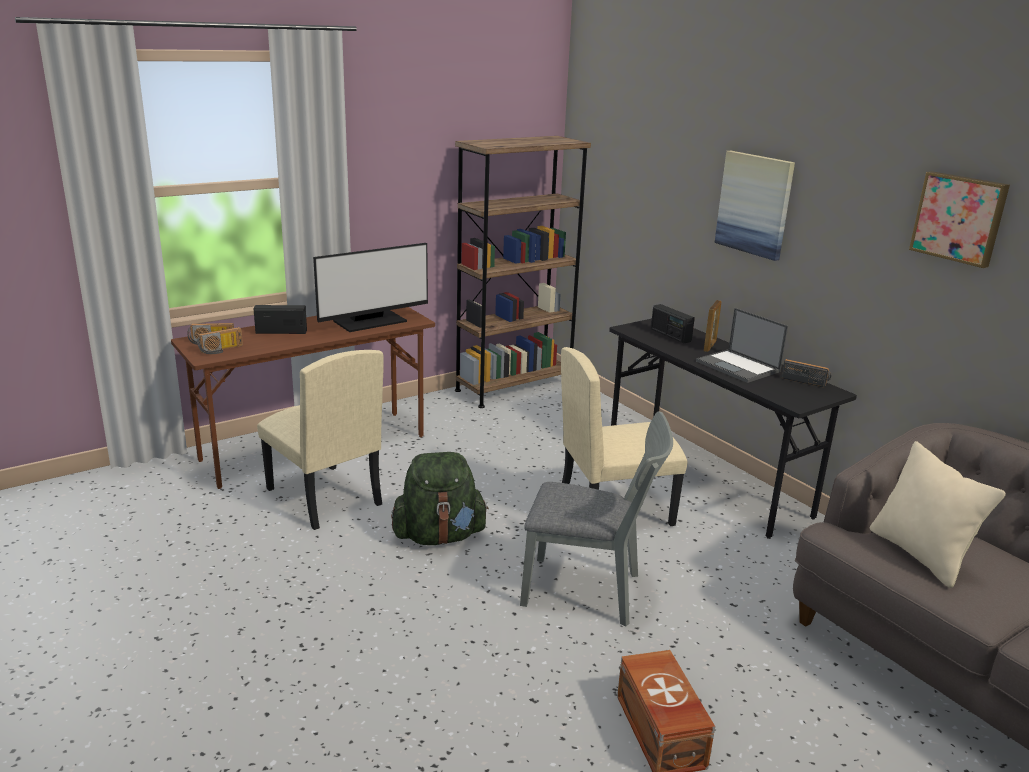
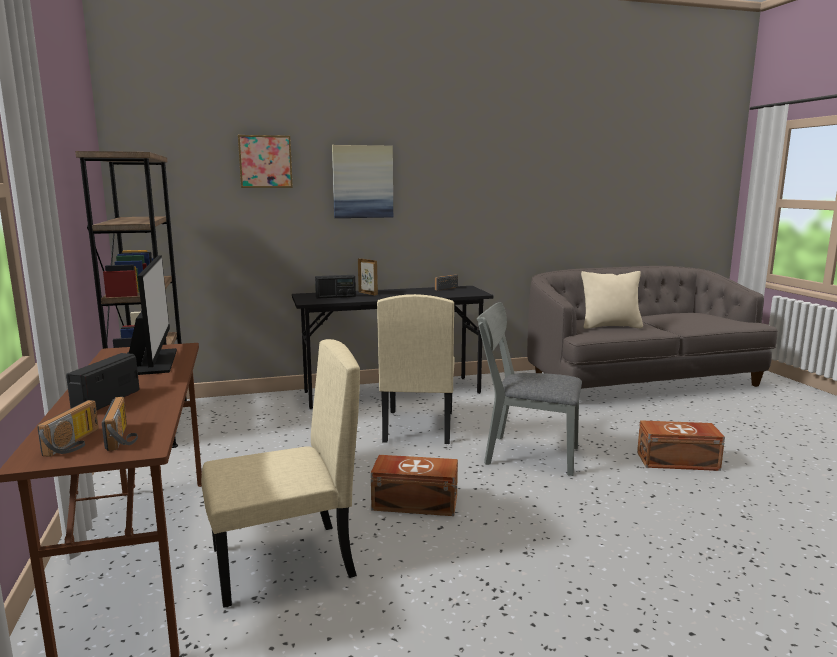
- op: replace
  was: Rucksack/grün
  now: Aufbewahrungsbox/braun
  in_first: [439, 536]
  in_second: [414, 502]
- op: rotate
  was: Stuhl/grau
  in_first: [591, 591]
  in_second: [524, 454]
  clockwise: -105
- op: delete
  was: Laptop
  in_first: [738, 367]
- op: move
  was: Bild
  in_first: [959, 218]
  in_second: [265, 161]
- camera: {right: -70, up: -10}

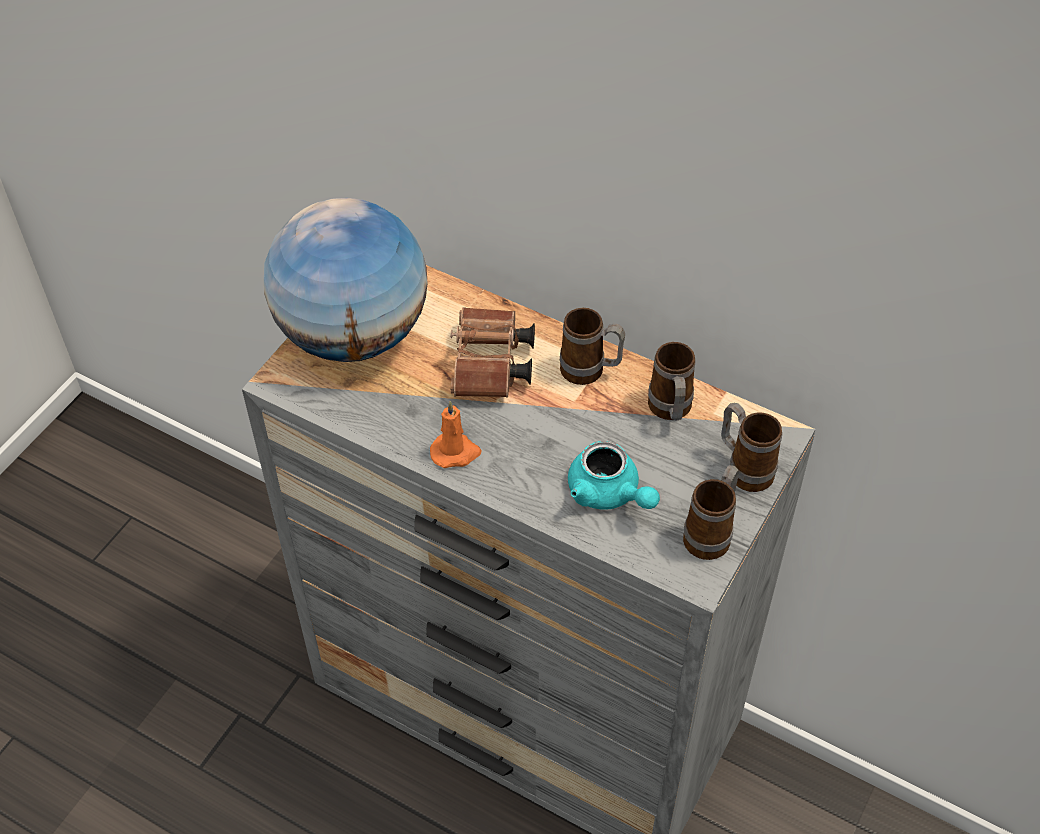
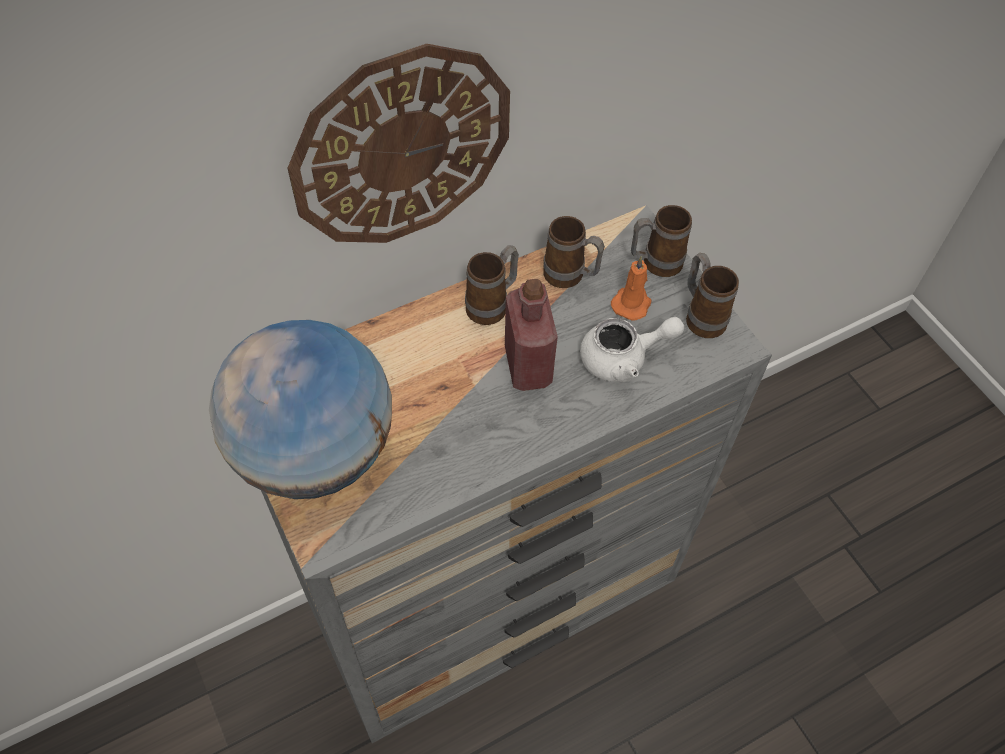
- op: move
  was: Kerze/orange
  in_first: [456, 452]
  in_second: [632, 303]
- op: delete
  was: Fernglas/braun
  in_first: [490, 368]
- op: recolor
  was: Teekanne/türkis
  now: Teekanne/weiß
  in_first: [609, 494]
  in_second: [623, 358]
- op: insert
  now: Wanduhr
  in_second: [402, 148]
- op: insert
  now: Flasche/rot
  in_second: [528, 366]
- camera: {right: -60, up: 5}

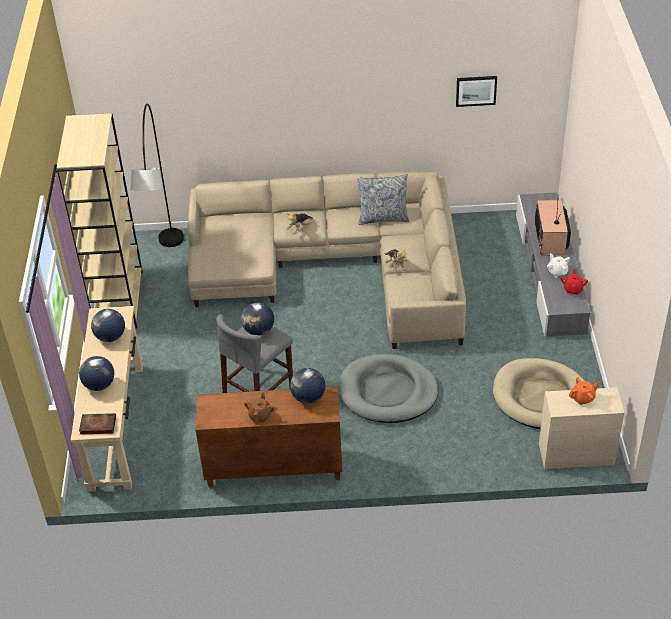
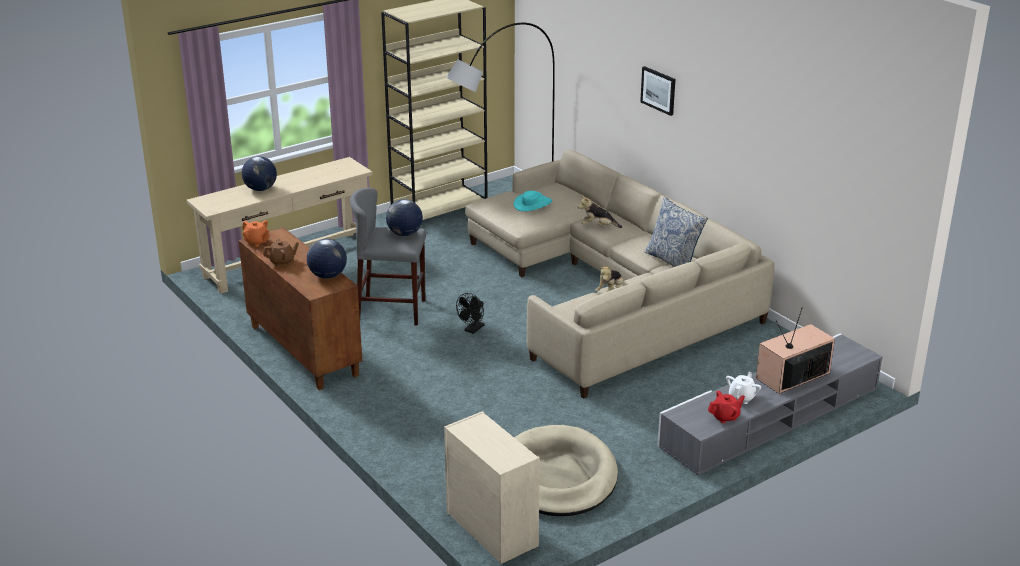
- op: delete
  was: Buch
  in_first: [97, 425]
- op: delete
  was: Globus
  in_first: [110, 337]
- op: delete
  was: Hundebett/grau
  in_first: [388, 392]
- op: move
  was: Bild
  in_first: [476, 90]
  in_second: [658, 90]
- op: move
  was: Teekanne/orange
  in_first: [583, 398]
  in_second: [256, 242]
- op: insert
  now: Ventilator/schwarz
  in_second: [472, 330]
- op: insert
  now: Hut/türkis
  in_second: [533, 204]
- camera: {right: 55, up: -15}

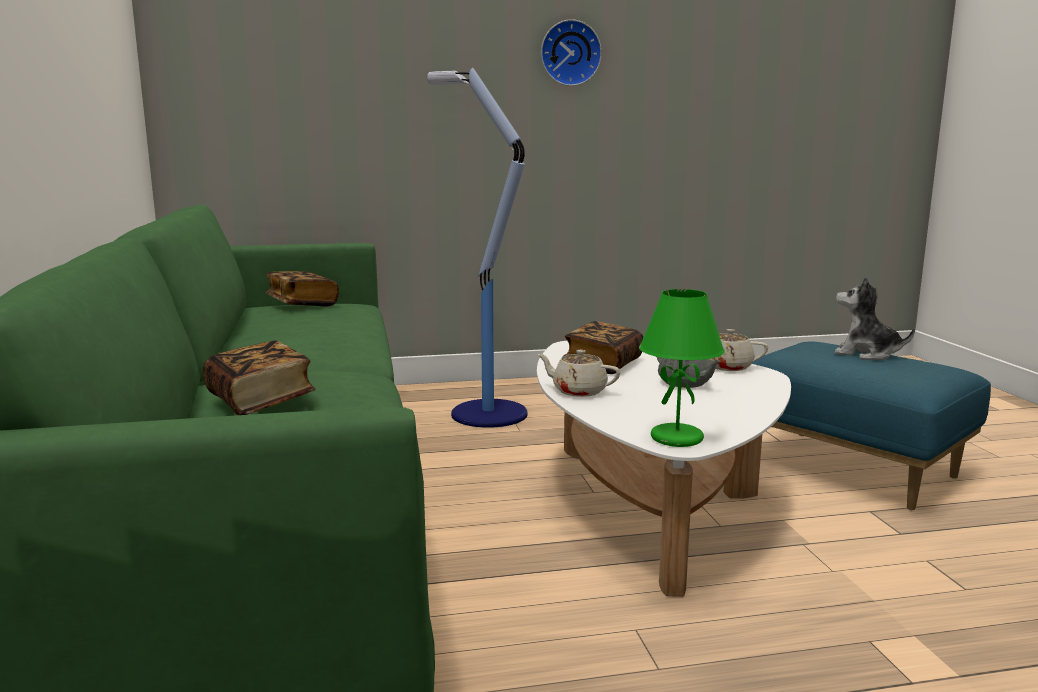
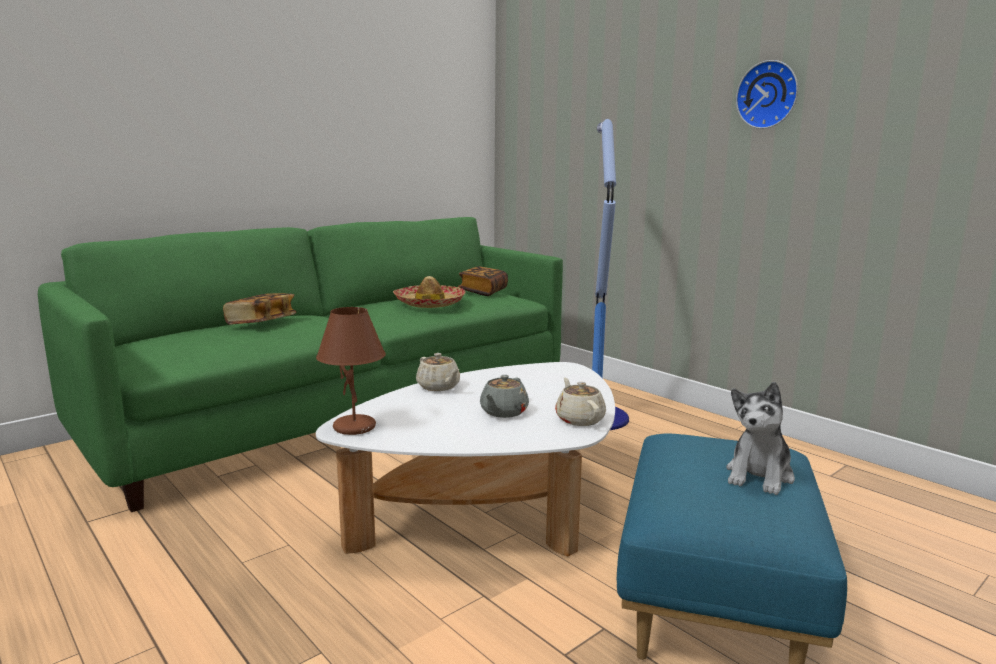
- op: rotate
  was: Teekanne/beige
  in_first: [578, 391]
  in_second: [438, 387]
  clockwise: 150
- op: delete
  was: Buch
  in_first: [603, 364]
- op: recolor
  was: Tischlampe/grün
  now: Tischlampe/braun
  in_first: [677, 438]
  in_second: [355, 427]
- op: rotate
  was: Plüschtier
  in_first: [866, 354]
  in_second: [759, 475]
  clockwise: -150
- op: insert
  now: Hut
  in_second: [429, 304]
- camera: {right: 60, up: 0}

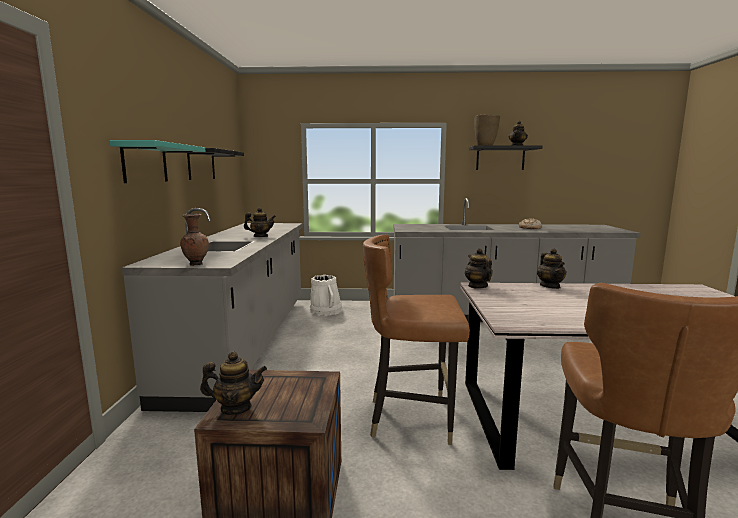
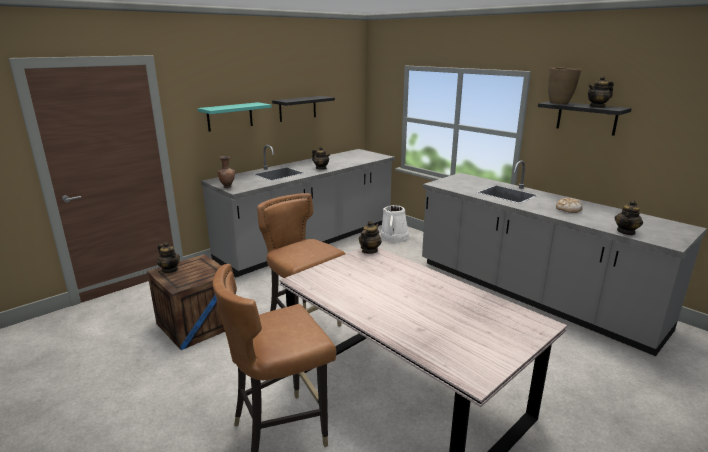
- op: move
  was: Teekanne
  in_first: [550, 286]
  in_second: [626, 232]
- camera: {right: 45, up: 10}

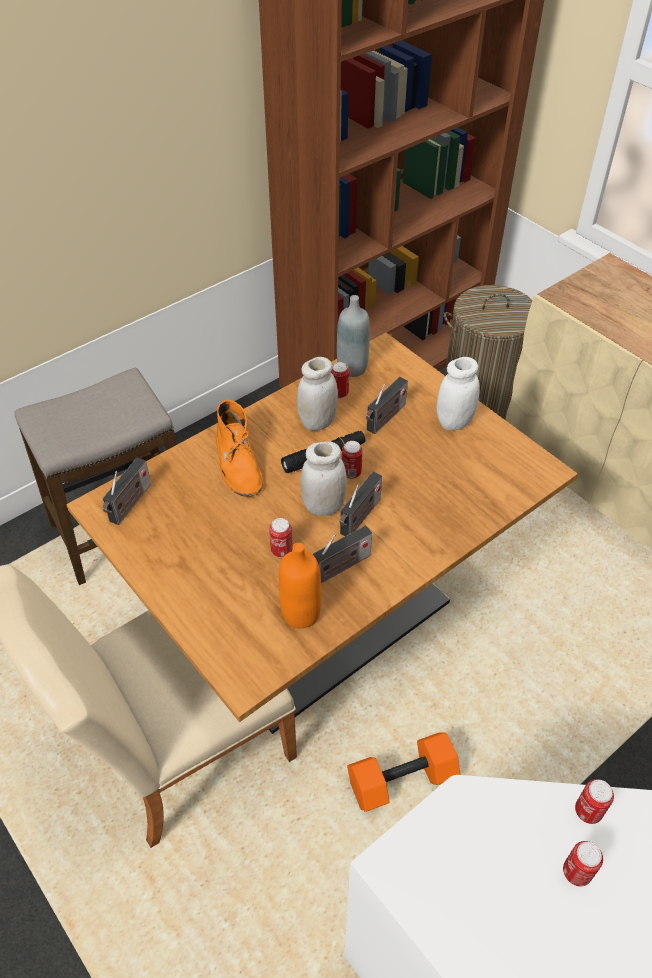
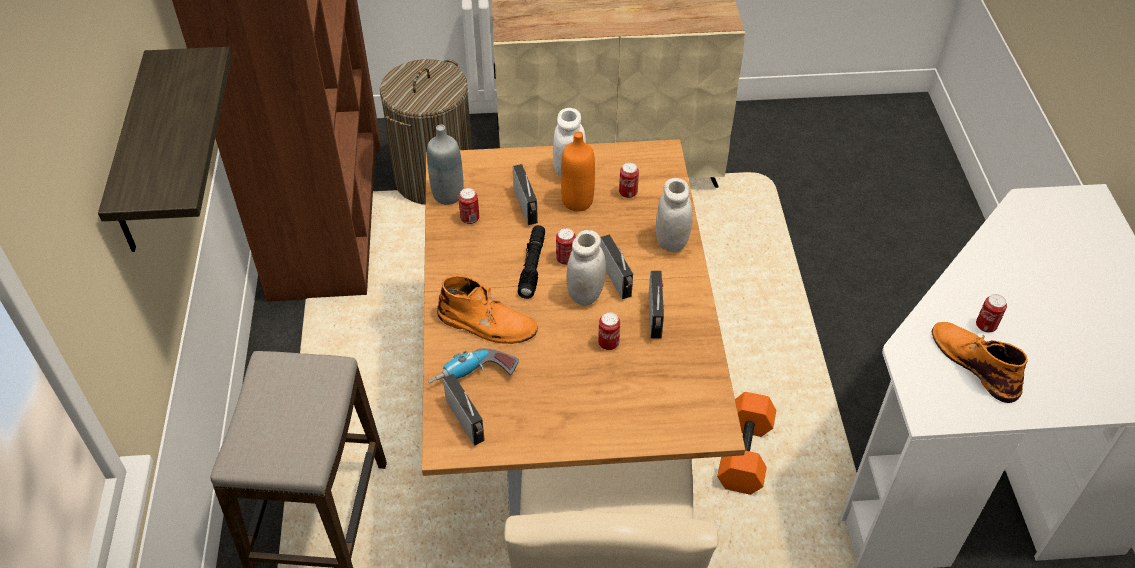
- op: move
  was: Flasche/orange
  in_first: [301, 613]
  in_second: [577, 201]
- op: move
  was: Vorratsglas/weiß
  in_first: [317, 422]
  in_second: [671, 242]
- op: move
  was: Dose
  in_first: [588, 811]
  in_second: [628, 193]
- op: insert
  now: Wandregal
  in_second: [135, 158]
- op: insert
  now: Bohrmaschine
  in_second: [474, 377]
- op: insert
  now: Stiefel/orange
  in_second: [974, 363]
- camera: {right: -55, up: 0}

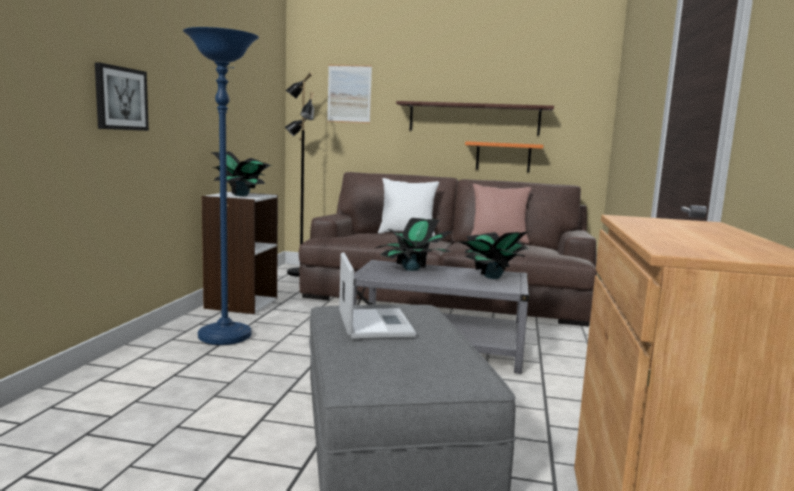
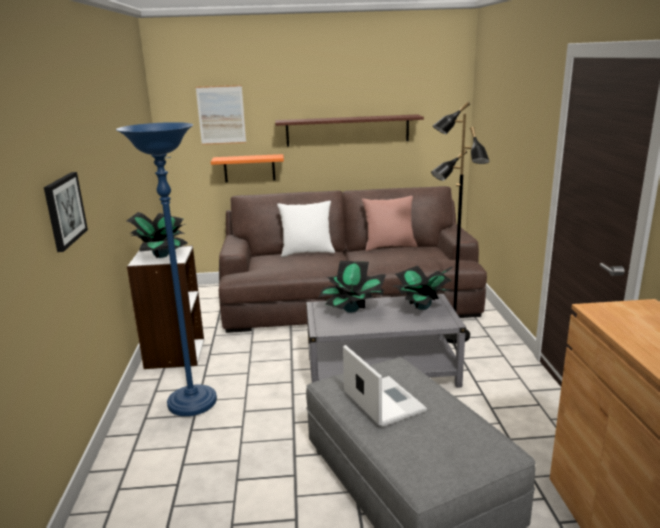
- op: move
  was: Stehlampe/schwarz
  in_first: [300, 273]
  in_second: [452, 336]
- op: move
  was: Wandregal/orange
  in_first: [503, 157]
  in_second: [249, 168]
- camera: {right: -15, up: 10}

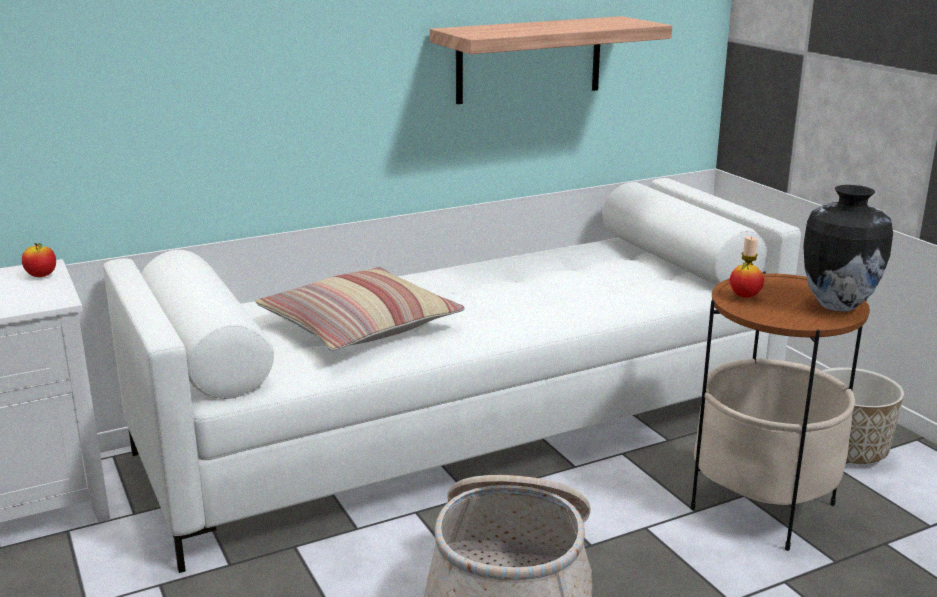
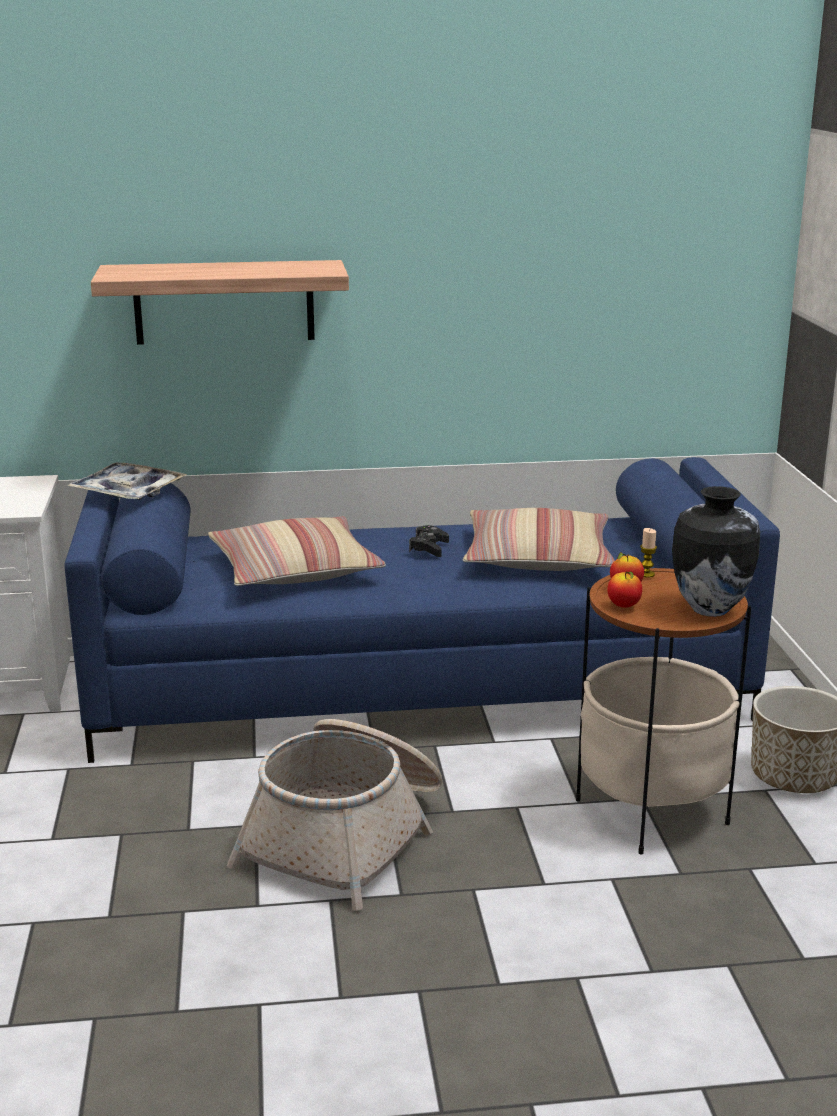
- op: move
  was: Apfel
  in_first: [41, 276]
  in_second: [624, 606]
- op: recolor
  was: Sofa/weiß
  now: Sofa/blau
  in_first: [469, 426]
  in_second: [420, 688]
- op: move
  was: Wandregal
  in_first: [529, 59]
  in_second: [224, 302]
- op: insert
  now: Tablett
  in_second: [128, 492]
- op: insert
  now: Gamepad/schwarz
  in_second: [429, 548]
- op: insert
  now: Kissen
  in_second: [538, 558]
- camera: {right: 20, up: 0}

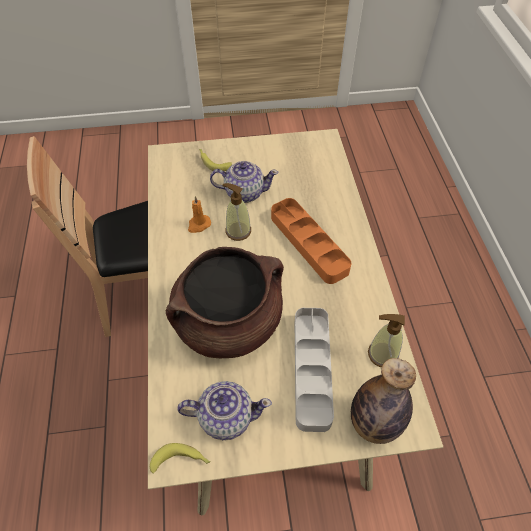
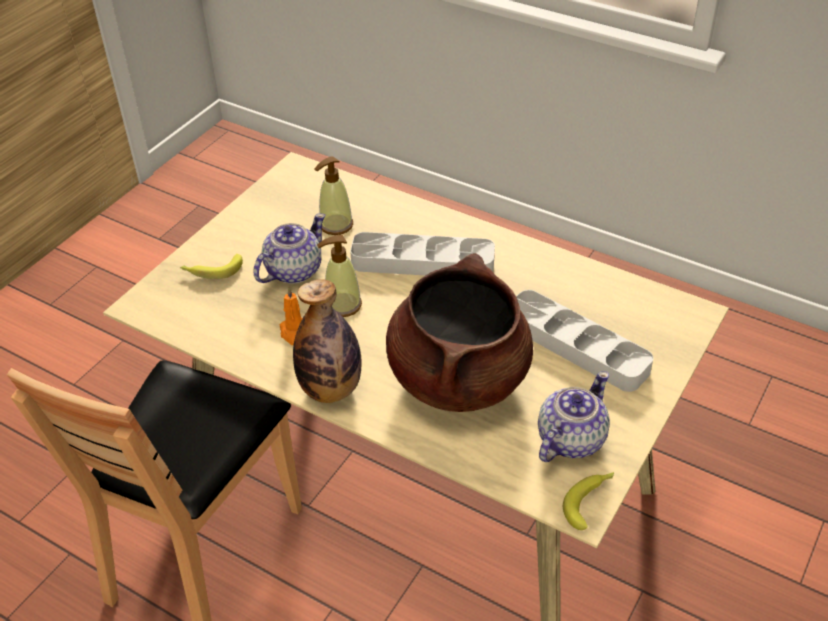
- op: recolor
  was: Tablett/orange
  now: Tablett/grau
  in_first: [308, 243]
  in_second: [422, 262]
- op: move
  was: Flasche
  in_first: [374, 423]
  in_second: [331, 389]
- op: move
  was: Seifenspender
  in_first: [382, 354]
  in_second: [336, 225]
- camera: {right: -50, up: -10}

